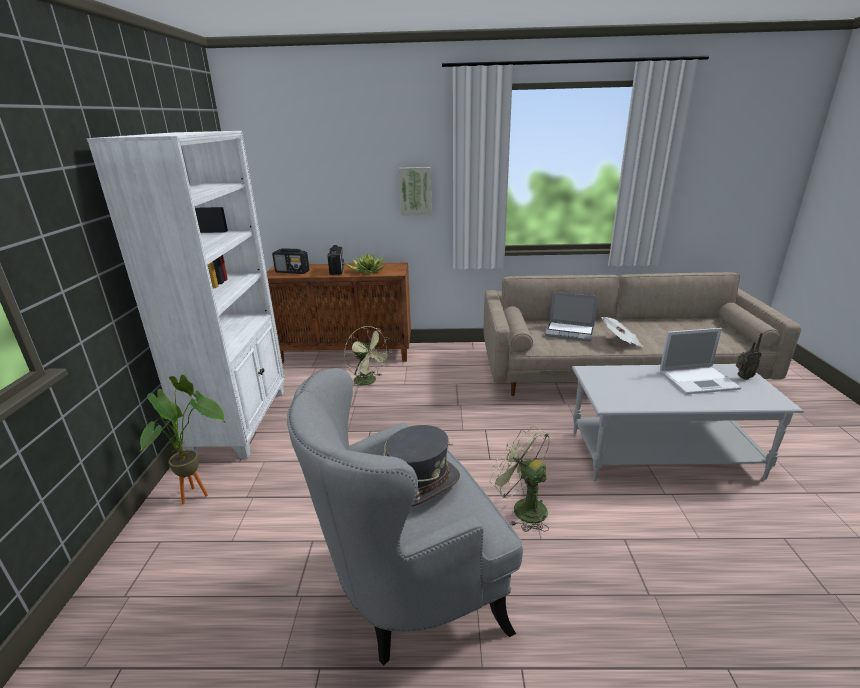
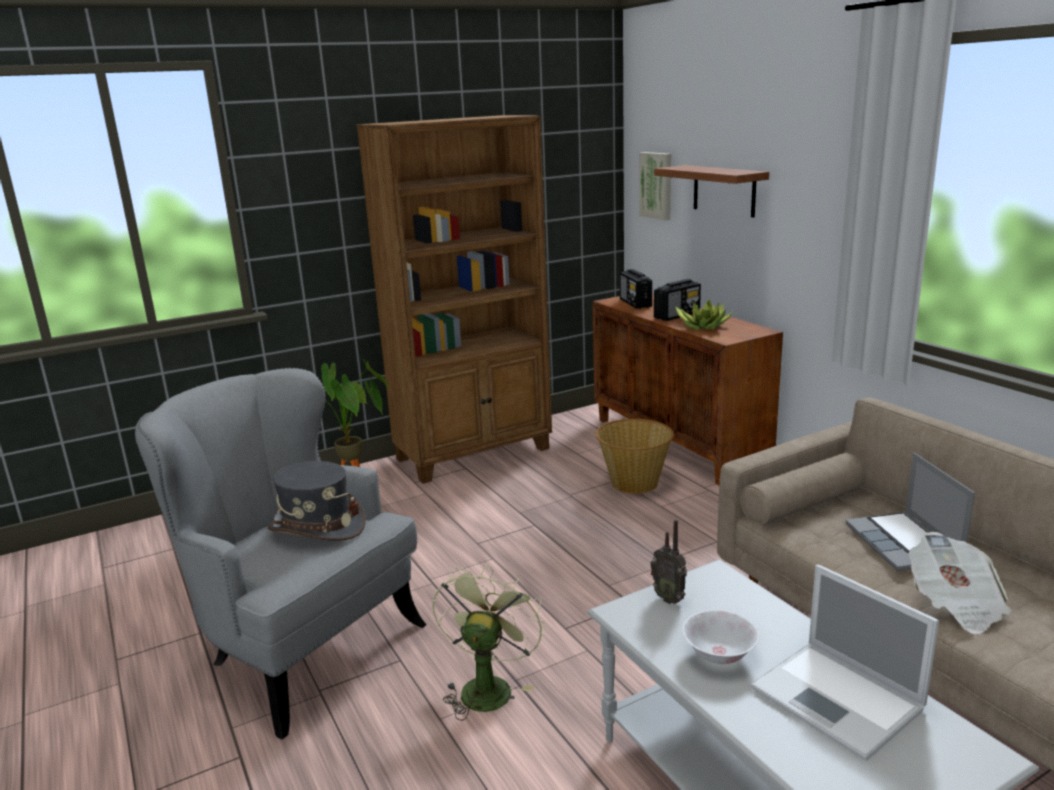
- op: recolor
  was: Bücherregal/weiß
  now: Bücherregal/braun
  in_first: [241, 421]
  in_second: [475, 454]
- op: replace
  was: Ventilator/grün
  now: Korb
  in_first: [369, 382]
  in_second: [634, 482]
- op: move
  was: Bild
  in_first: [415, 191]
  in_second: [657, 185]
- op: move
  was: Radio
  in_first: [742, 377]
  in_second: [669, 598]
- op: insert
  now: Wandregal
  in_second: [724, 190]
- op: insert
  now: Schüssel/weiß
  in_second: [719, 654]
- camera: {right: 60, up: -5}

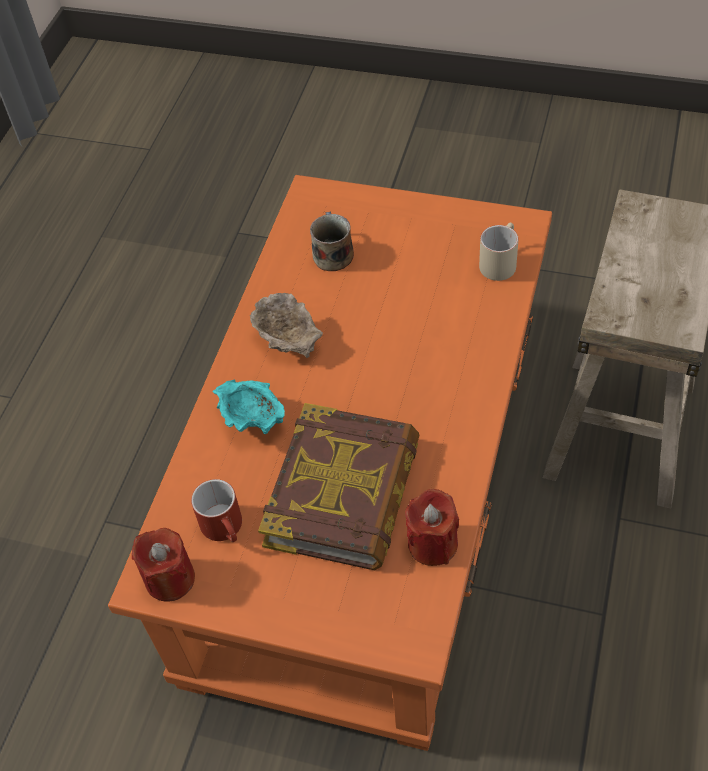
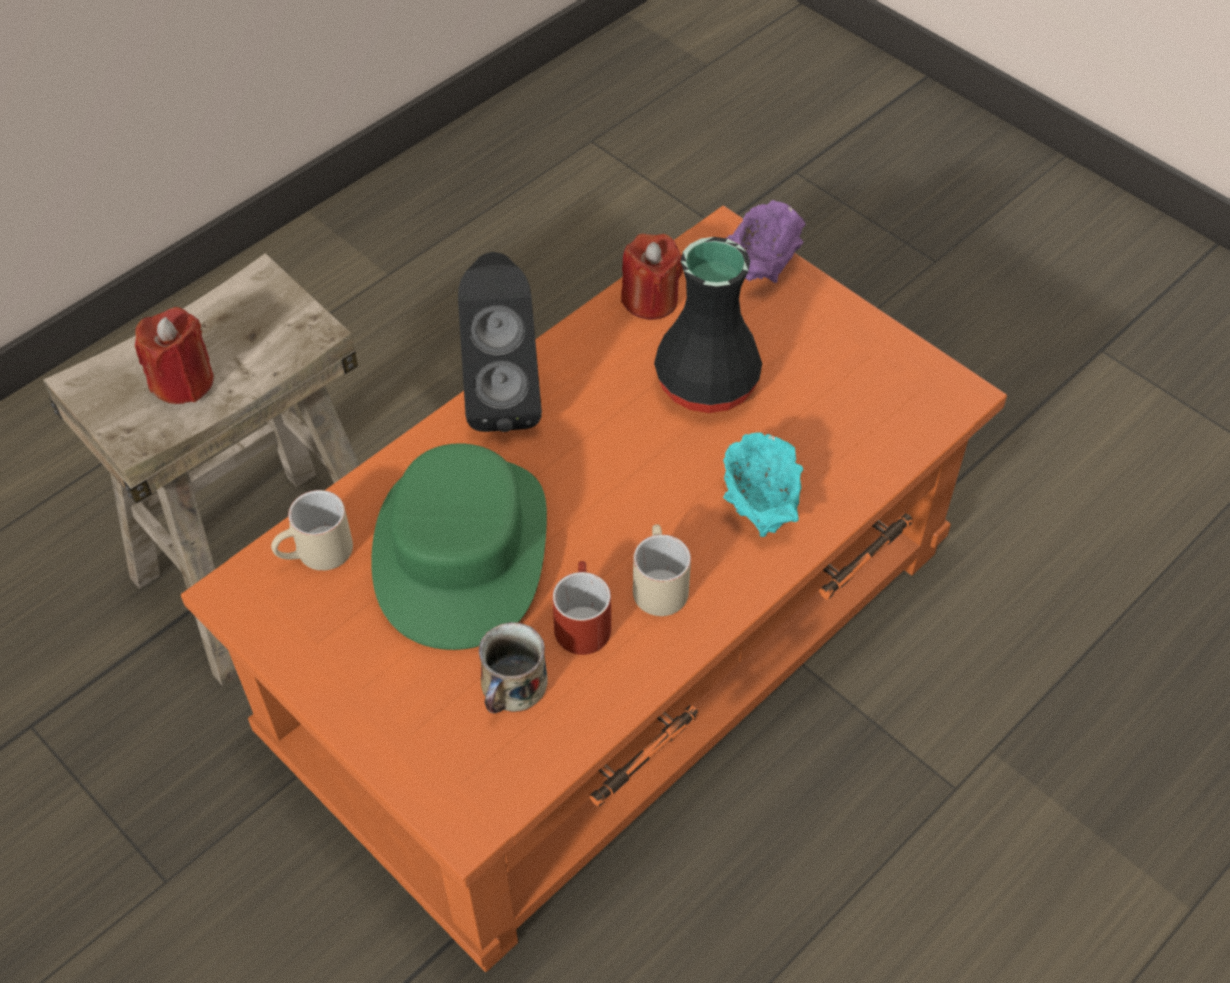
- op: move
  was: Kerze/rot
  in_first: [170, 579]
  in_second: [183, 381]
- op: move
  was: Henkelbecher/rot
  in_first: [226, 528]
  in_second: [580, 620]
- op: replace
  was: Schüssel/beige
  now: Henkelbecher/beige
  in_first: [288, 342]
  in_second: [657, 583]
- op: replace
  was: Buch
  now: Vase/schwarz
  in_first: [343, 493]
  in_second: [705, 382]
- op: insert
  now: Hut/grün
  in_second: [461, 550]
- op: insert
  now: Lautsprecher/schwarz
  in_second: [503, 396]
- op: insert
  now: Schüssel/lila
  in_second: [761, 265]
- camera: {right: -155, up: 0}

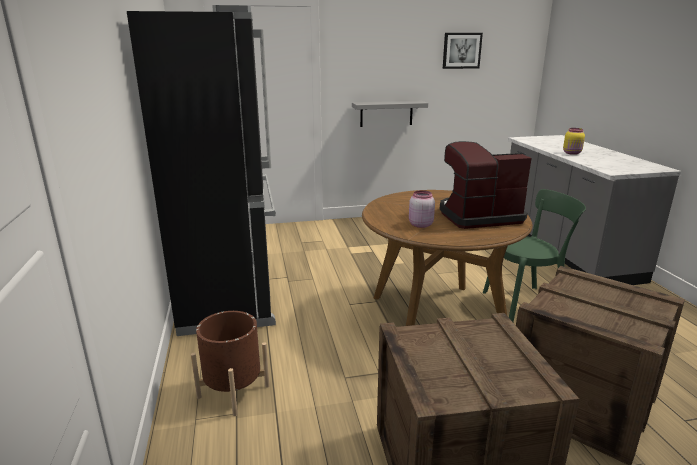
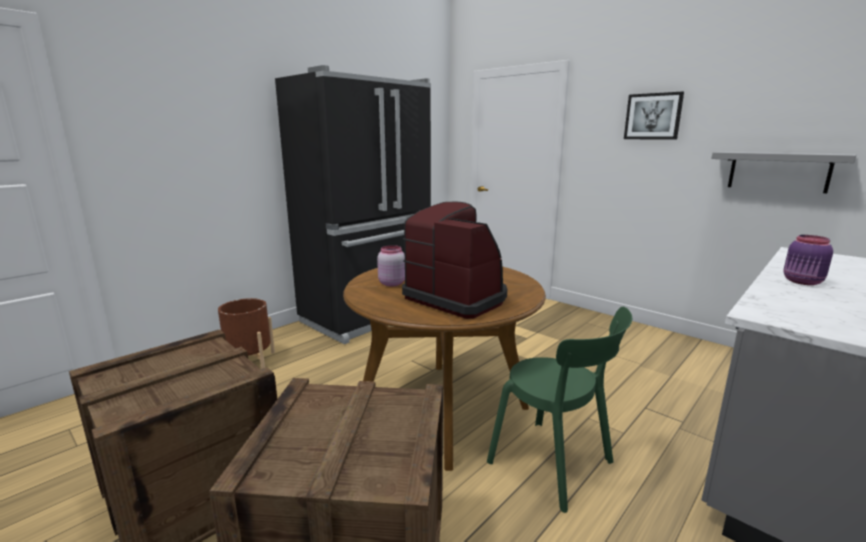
- op: move
  was: Wandregal/grau
  in_first: [386, 113]
  in_second: [778, 171]
- op: move
  was: Bild
  in_first: [461, 50]
  in_second: [653, 116]
- op: recolor
  was: Vorratsglas/gelb
  now: Vorratsglas/lila
  in_first: [572, 153]
  in_second: [803, 282]
- camera: {right: 55, up: -5}

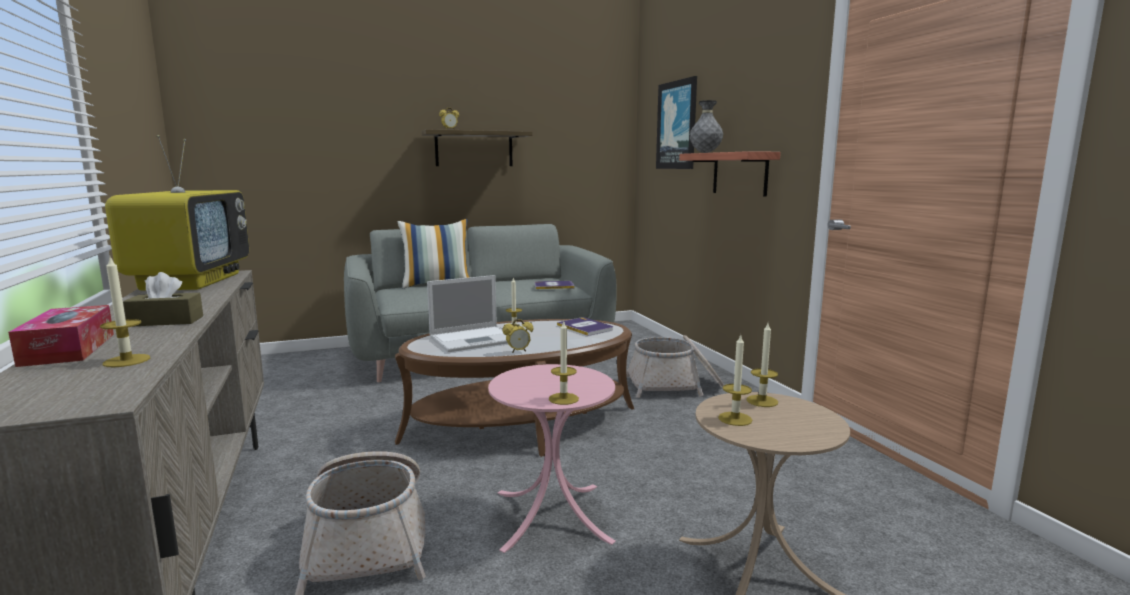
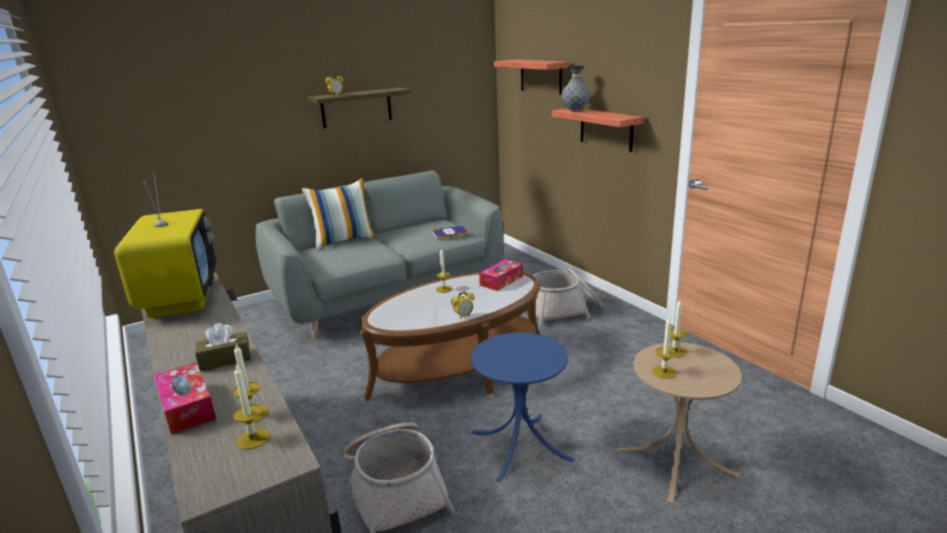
- op: delete
  was: Laptop
  in_first: [474, 339]
- op: recolor
  was: Beistelltisch/rosa
  now: Beistelltisch/blau
  in_first: [552, 516]
  in_second: [521, 445]
- op: move
  was: Kerze
  in_first: [563, 399]
  in_second: [253, 438]
- op: replace
  was: Buch
  now: Taschentuchbox
  in_first: [585, 327]
  in_second: [501, 281]
- op: replace
  was: Bild
  now: Wandregal
  in_first: [677, 125]
  in_second: [541, 76]
- camera: {right: -10, up: 10}

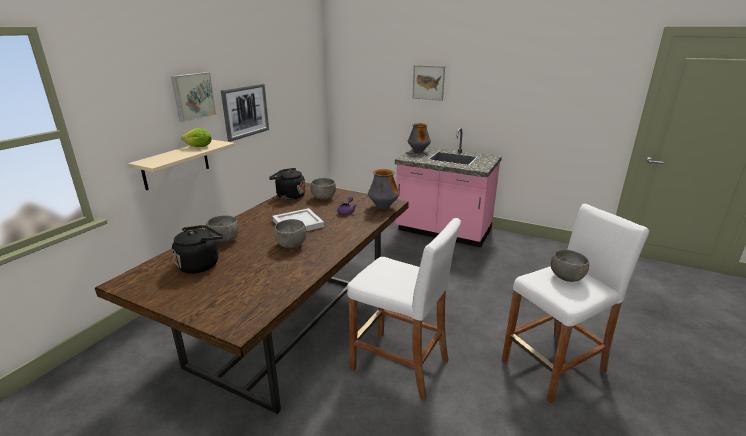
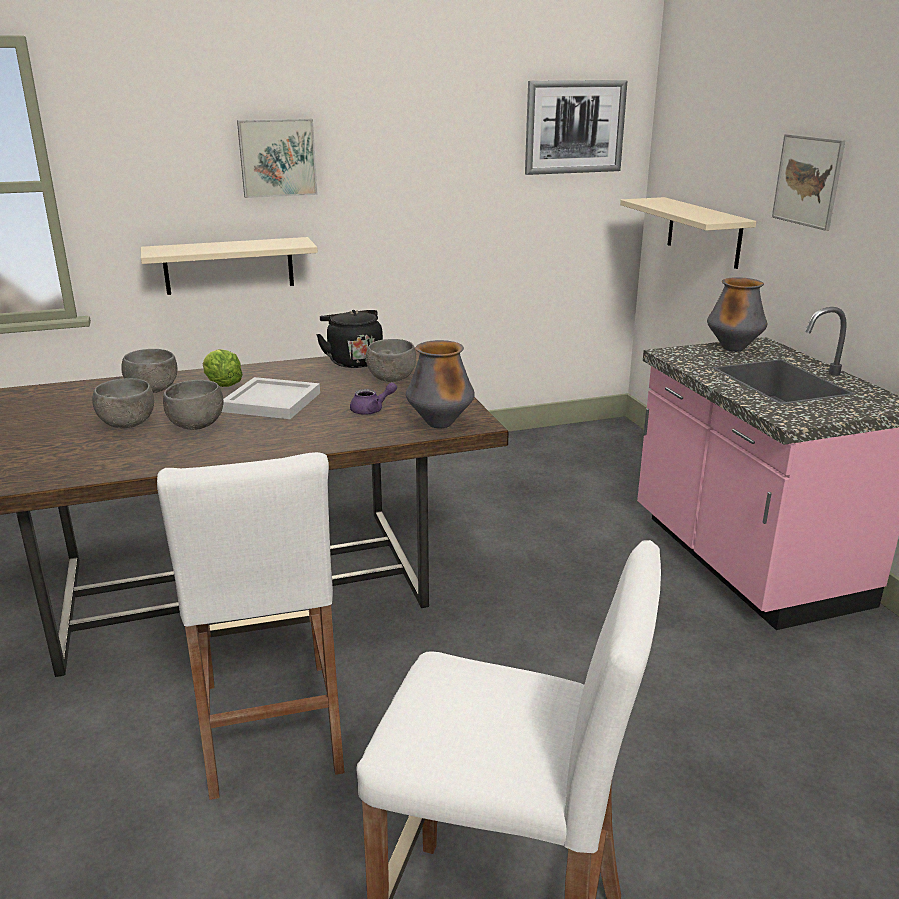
- op: delete
  was: Wasserkessel/schwarz
  in_first: [201, 264]
- op: move
  was: Salatkopf
  in_first: [199, 147]
  in_second: [222, 385]
- op: move
  was: Bild
  in_first: [245, 111]
  in_second: [574, 127]
- op: move
  was: Schüssel/grau
  in_first: [567, 278]
  in_second: [126, 424]
- op: insert
  now: Wandregal/beige
  in_second: [704, 232]
- camera: {right: 45, up: 0}

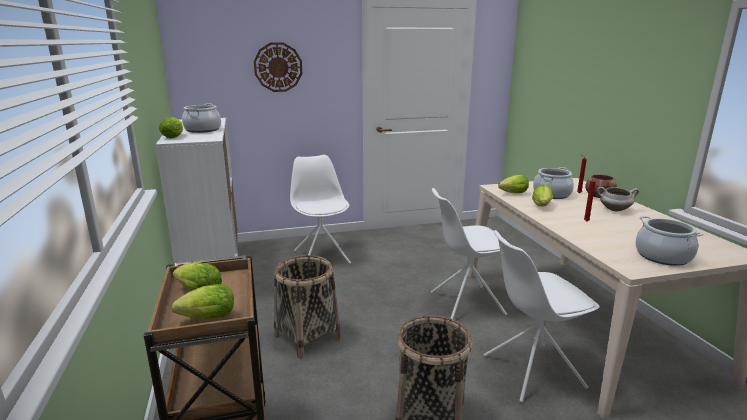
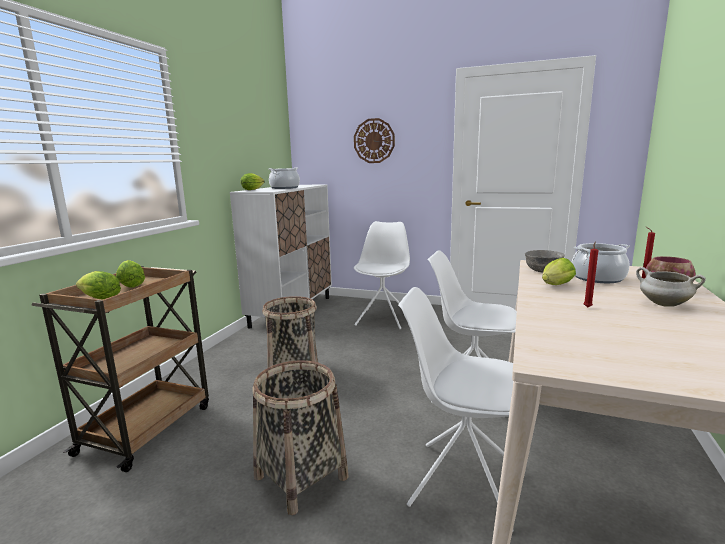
- op: replace
  was: Salatkopf
  now: Schüssel/grau
  in_first: [512, 193]
  in_second: [543, 270]
- op: delete
  was: Kochtopf
  in_first: [663, 256]
- camera: {right: 35, up: -5}

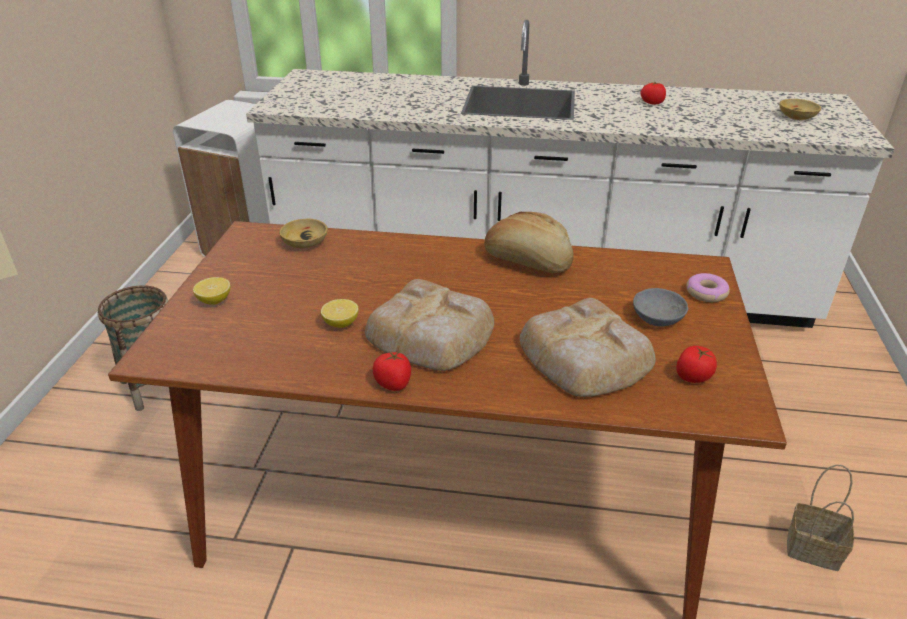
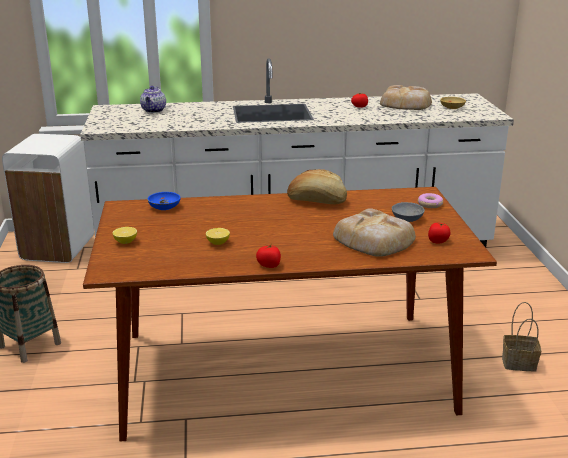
- op: recolor
  was: Schüssel/beige
  now: Schüssel/blau
  in_first: [304, 242]
  in_second: [164, 207]
- op: move
  was: Brot
  in_first: [432, 334]
  in_second: [406, 104]
- op: insert
  now: Teekanne
  in_second: [154, 110]
- camera: {right: -15, up: -10}

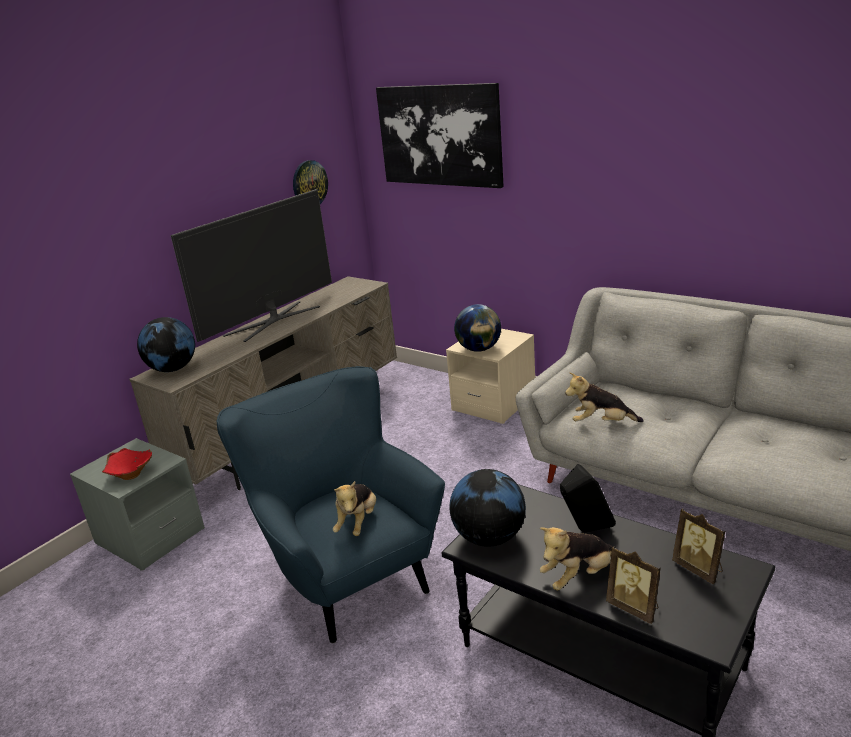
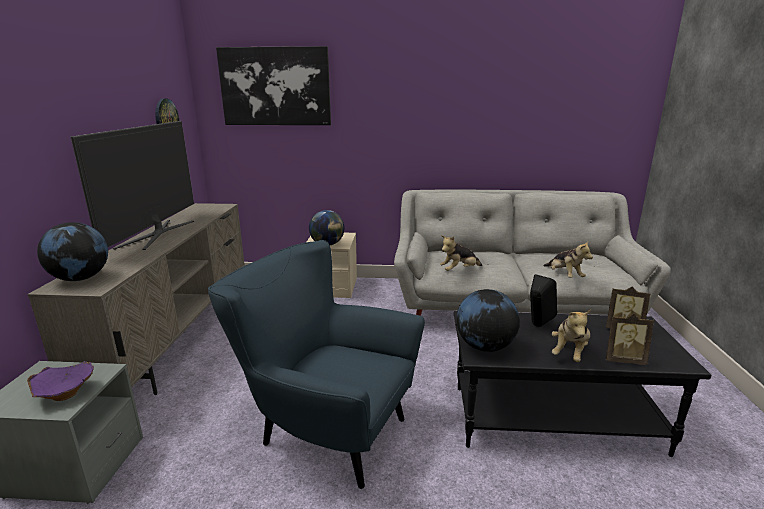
- op: recolor
  was: Schüssel/rot
  now: Schüssel/lila
  in_first: [132, 474]
  in_second: [65, 393]
- op: move
  was: Plüschtier
  in_first: [358, 523]
  in_second: [564, 276]
- camera: {right: -35, up: -5}

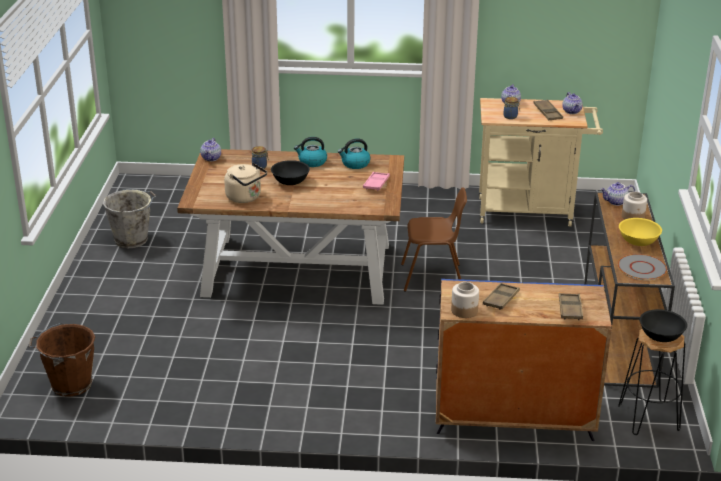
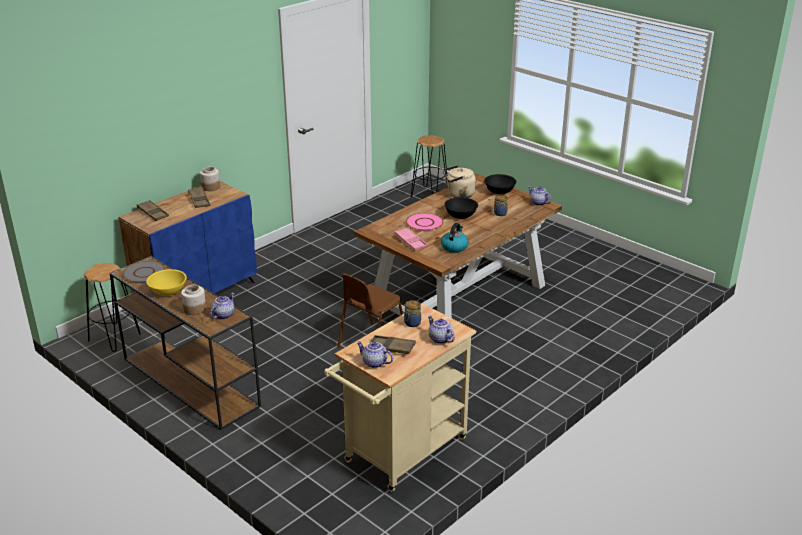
- op: replace
  was: Eimer/braun
  now: Hocker/schwarz
  in_first: [70, 384]
  in_second: [429, 195]
- op: delete
  was: Eimer/grau
  in_first: [132, 240]
- op: delete
  was: Wasserkessel
  in_first: [312, 162]
- op: move
  was: Schüssel/schwarz
  in_first: [661, 336]
  in_second: [499, 191]
- op: insert
  now: Teller/rosa
  in_second: [424, 223]
- camera: {right: 130, up: 0}

